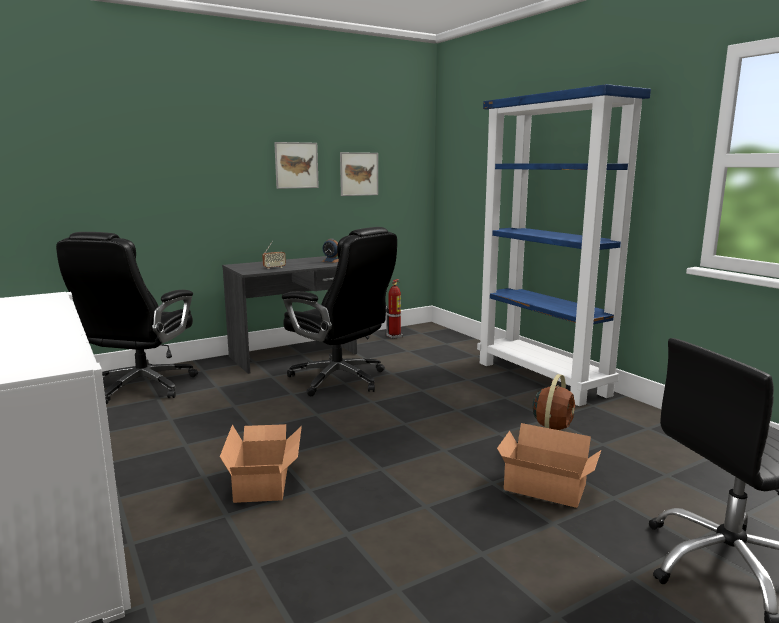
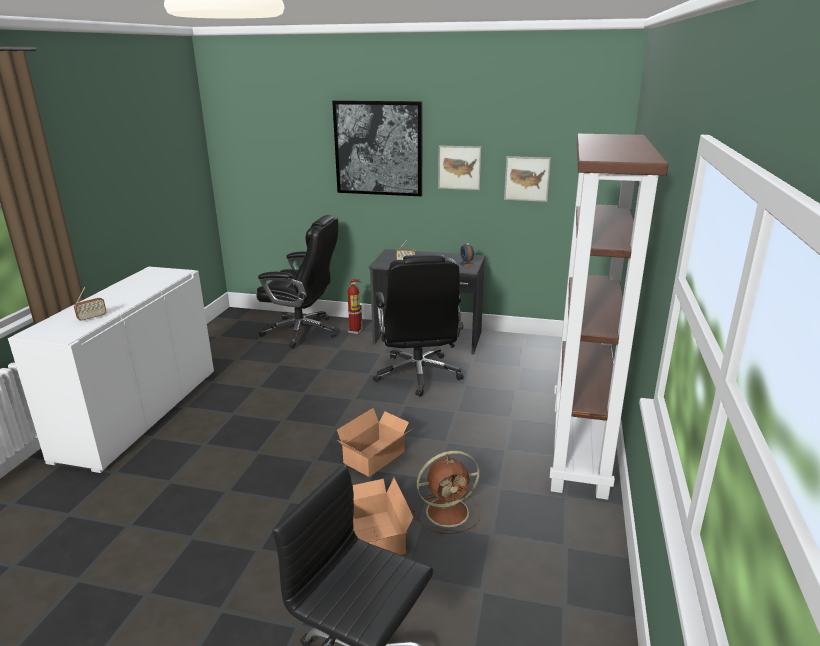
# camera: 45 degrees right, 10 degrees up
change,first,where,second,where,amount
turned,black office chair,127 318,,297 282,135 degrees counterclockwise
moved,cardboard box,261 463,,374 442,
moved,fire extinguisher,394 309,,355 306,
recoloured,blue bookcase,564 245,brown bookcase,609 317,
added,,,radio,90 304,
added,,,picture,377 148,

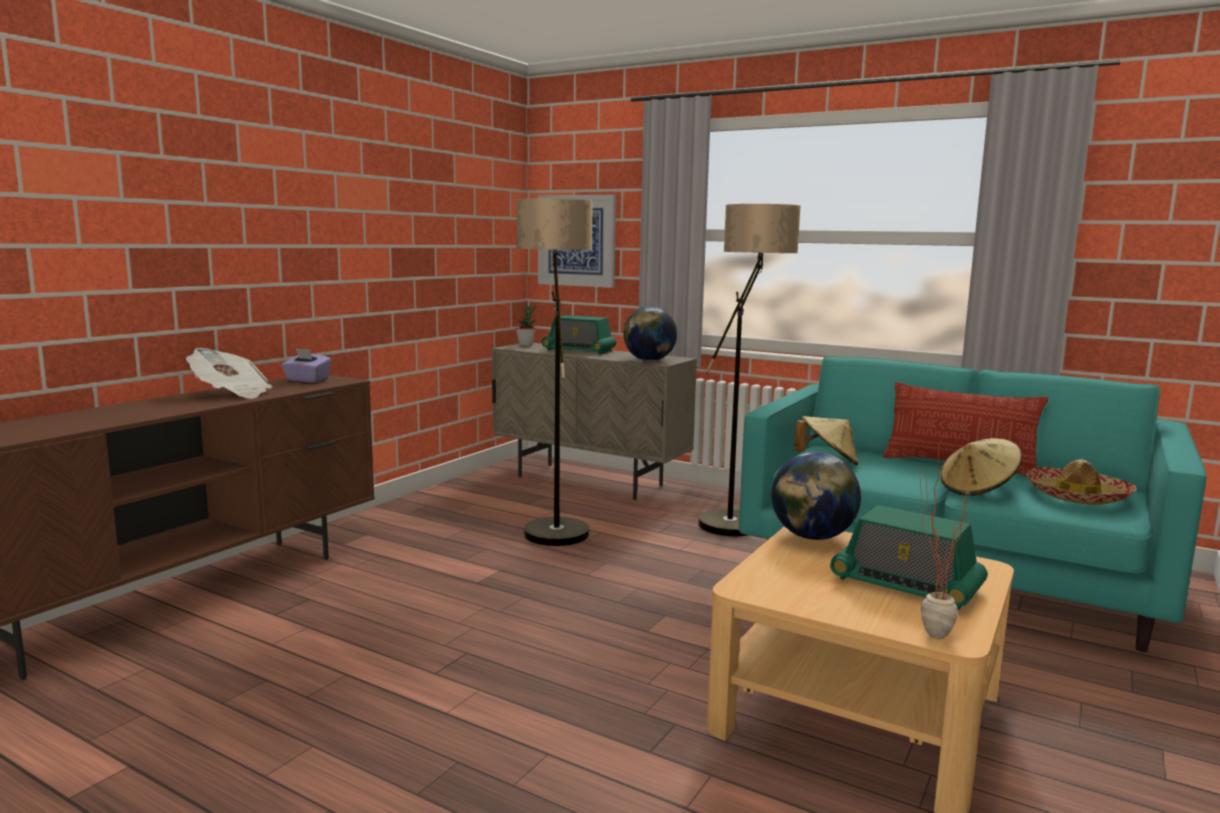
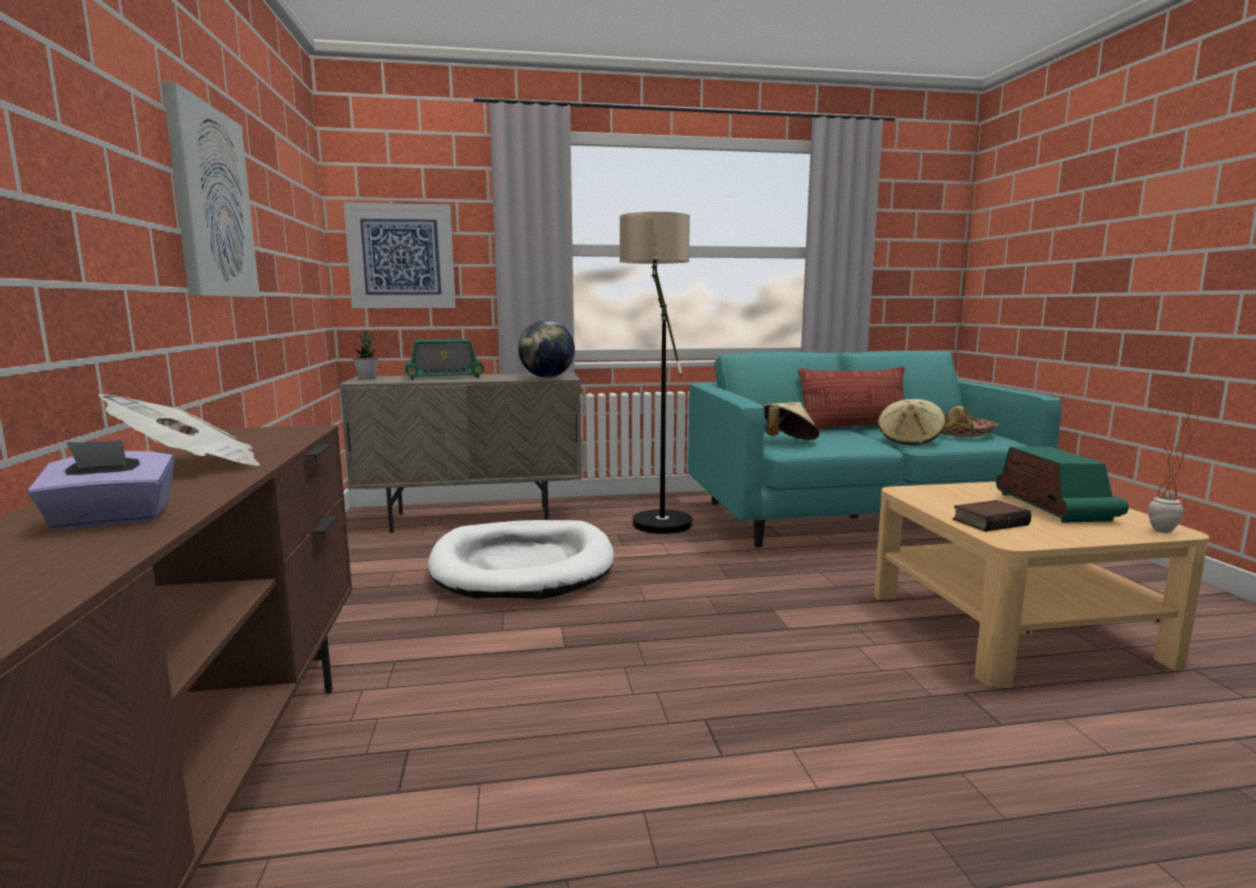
# camera: 40 degrees left, 0 degrees up
change,first,where,second,where,amount
moved,purple tissue box,306 365,,101 485,
replaced,floor lamp,554 372,white dog bed,521 559,
removed,globe,816 496,,,
turned,radio,909 557,,1062 485,90 degrees counterclockwise
added,,,picture,211 189,
added,,,book,992 516,

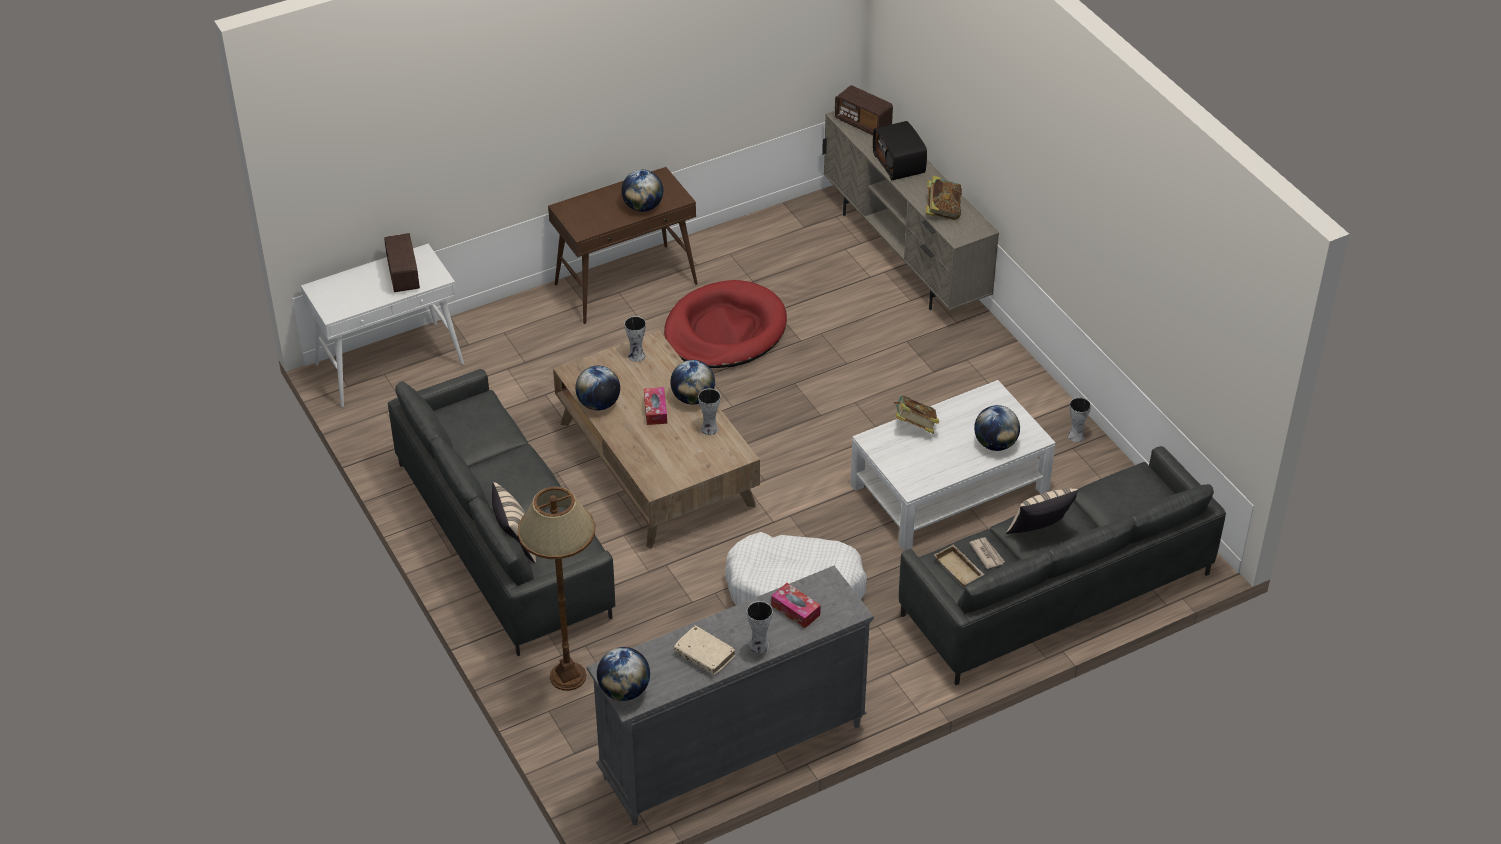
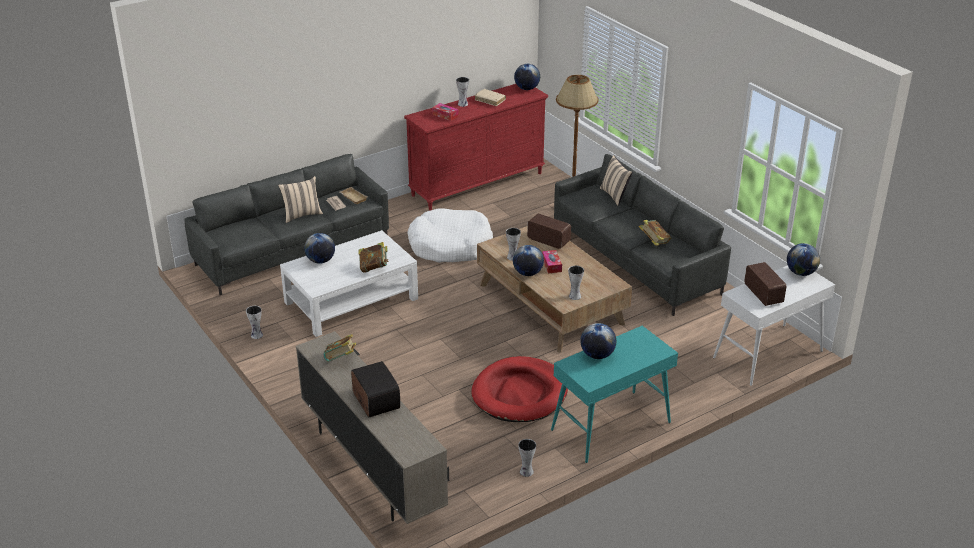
# camera: 175 degrees right, 10 degrees down
change,first,where,second,where,amount
recoloured,brown console table,623 245,turquoise console table,614 394,
moved,globe,597 388,,803 259,
recoloured,grey dresser,730 695,red dresser,476 147,
moved,radio,864 110,,549 231,
added,,,vase,527 458,
added,,,book,655 233,

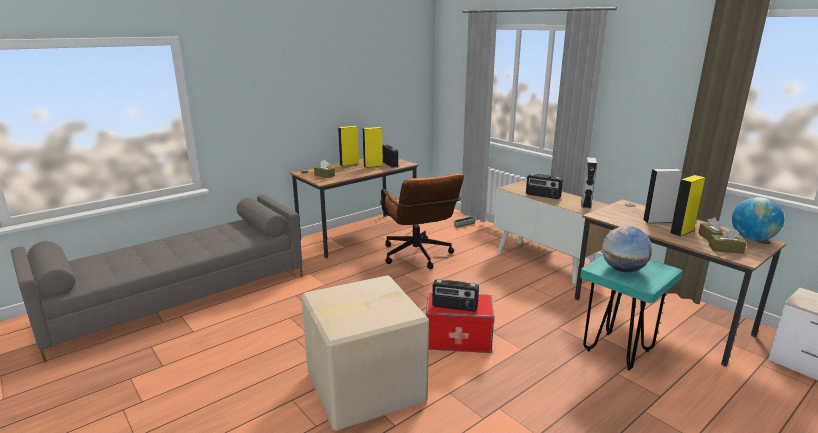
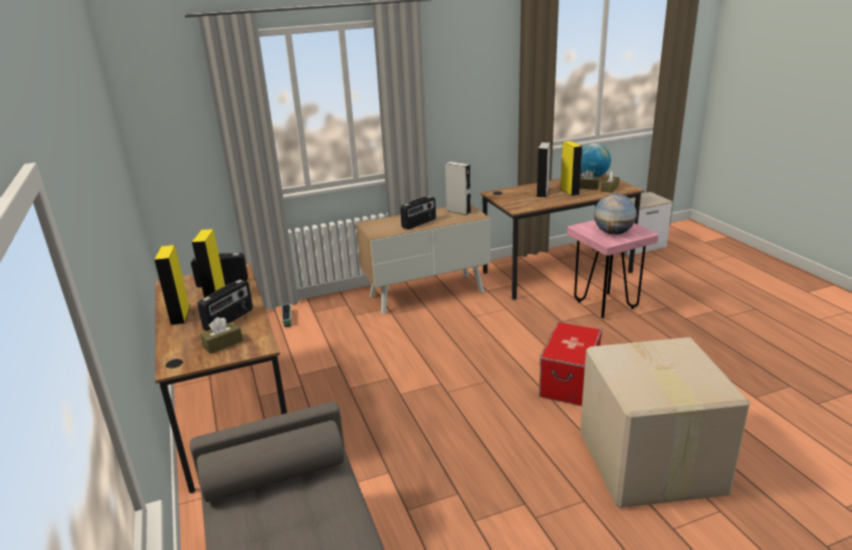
# camera: 70 degrees left, 5 degrees up
change,first,where,second,where,amount
removed,brown office chair,422 221,,,
moved,radio,455 296,,225 305,
recoloured,turquoise stool,631 312,pink stool,613 269,

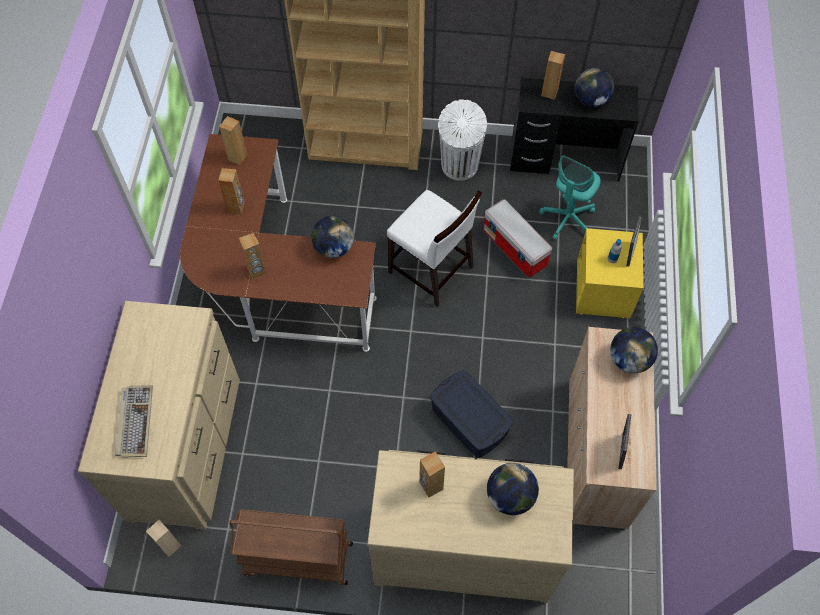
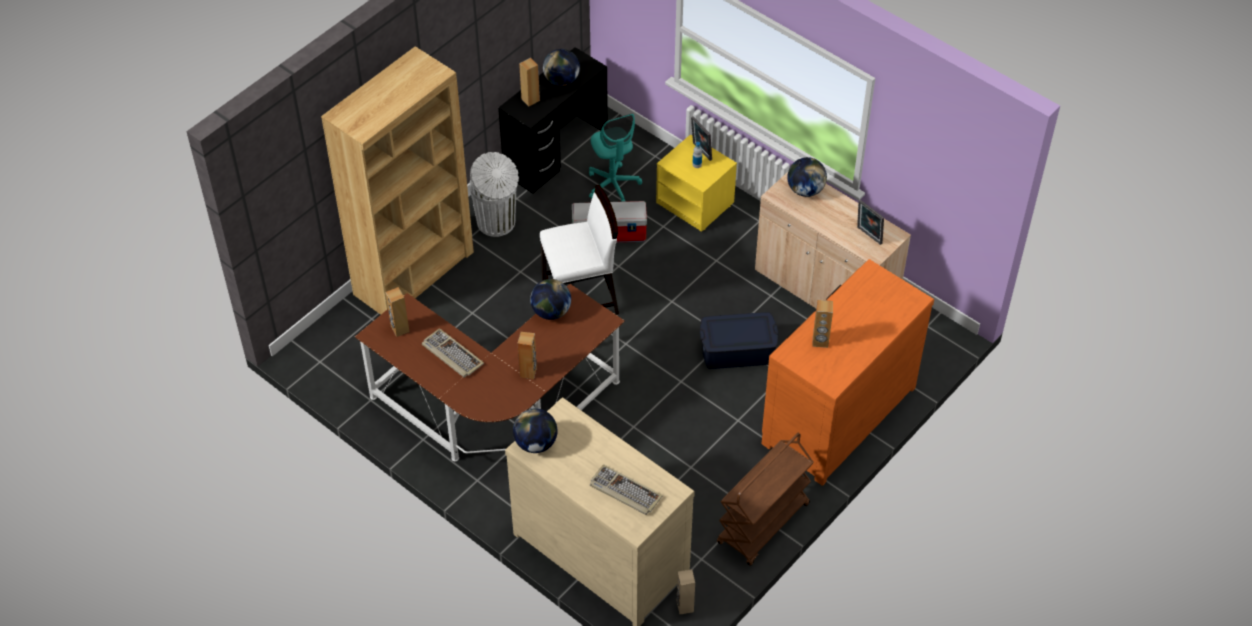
# camera: 55 degrees left, 10 degrees down
change,first,where,second,where,amount
replaced,brown speaker,231 191,keyboard,453 353,
recoloured,beige dresser,470 526,orange dresser,847 372,
moved,globe,513 489,,535 431,

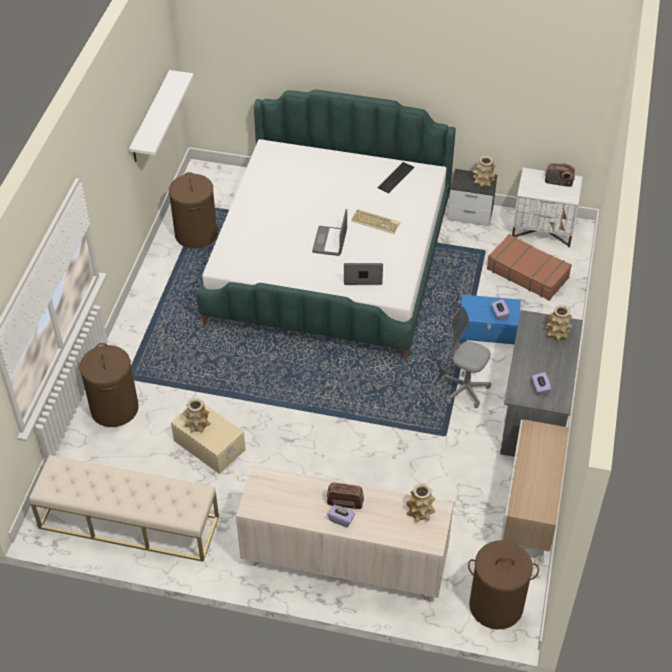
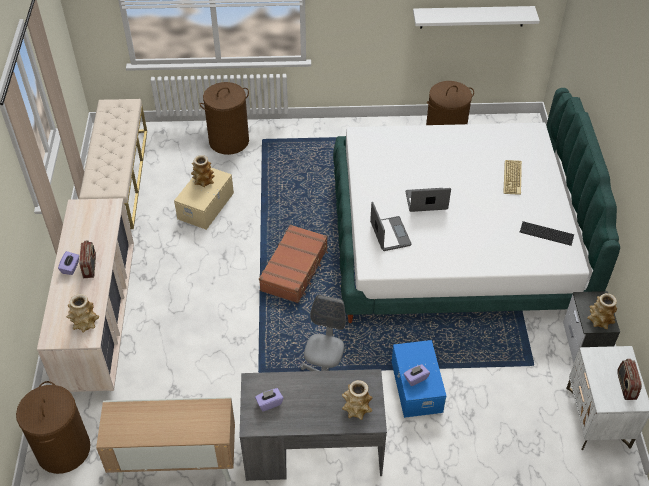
# camera: 75 degrees right, 0 degrees up
change,first,where,second,where,amount
moved,keyboard,375 221,,512 177,
moved,brown suitcase,529 267,,293 263,

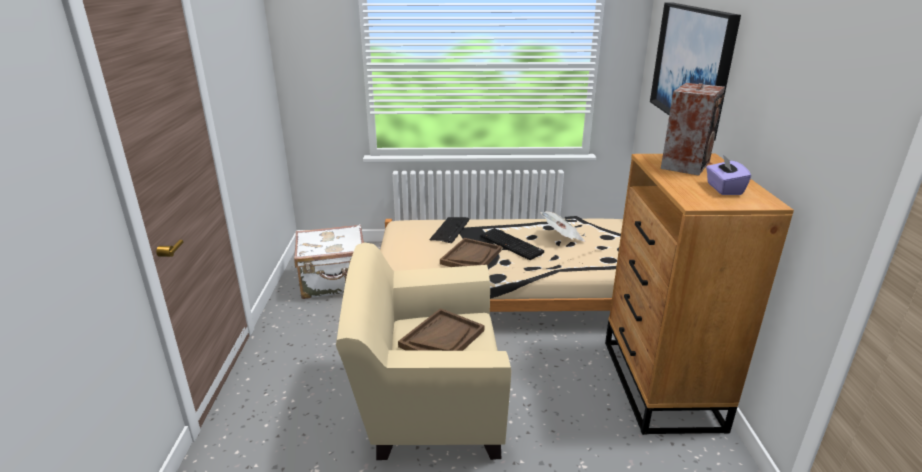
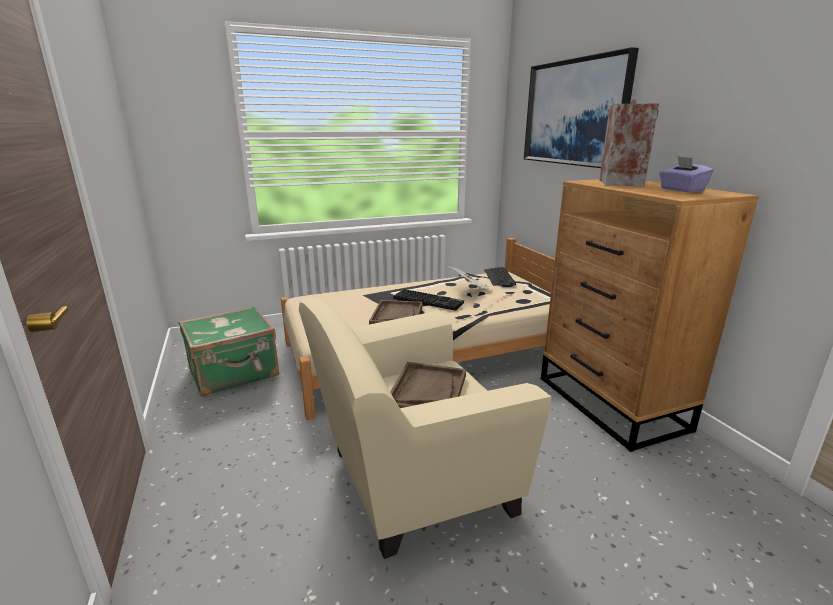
# camera: 20 degrees left, 5 degrees down
change,first,where,second,where,amount
recoloured,white suitcase,329 261,green suitcase,229 351,
moved,keyboard,449 230,,500 276,

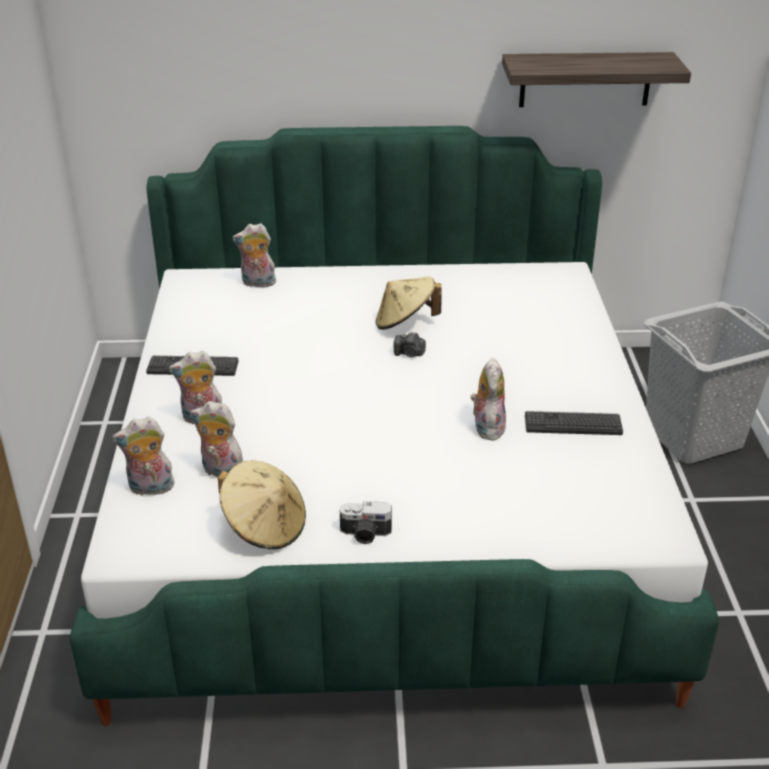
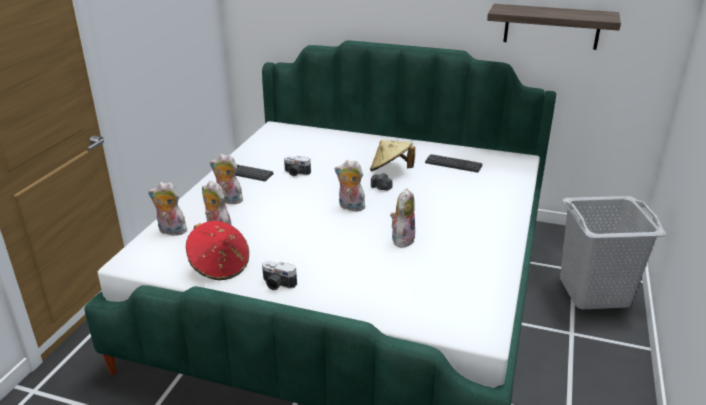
# camera: 20 degrees right, 5 degrees down
change,first,where,second,where,amount
recoloured,beige hat,262 504,red hat,217 250,
moved,plush toy,256 255,,350 186,
moved,keyboard,574 423,,453 163,
added,,,photo camera,297 166,

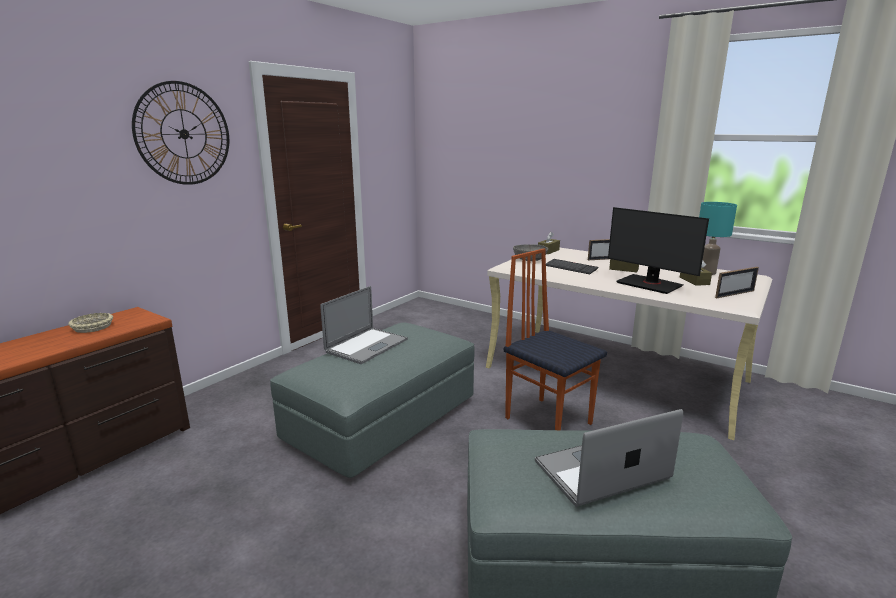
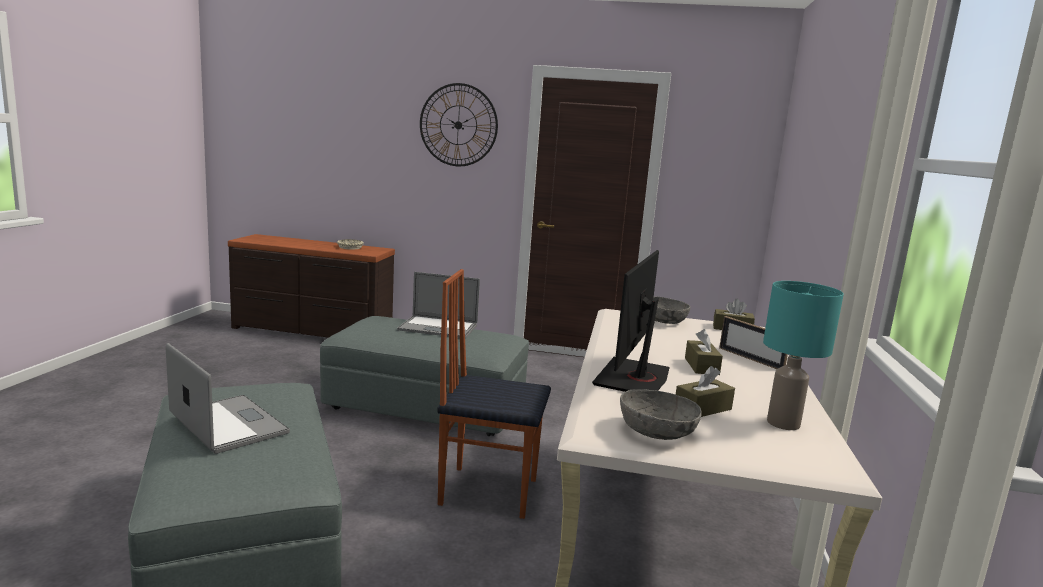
# camera: 65 degrees right, 5 degrees down
change,first,where,second,where,amount
turned,chair,555 339,,494 394,105 degrees counterclockwise
removed,keyboard,572 266,,,
replaced,picture frame,737 282,grey bowl,660 414,

